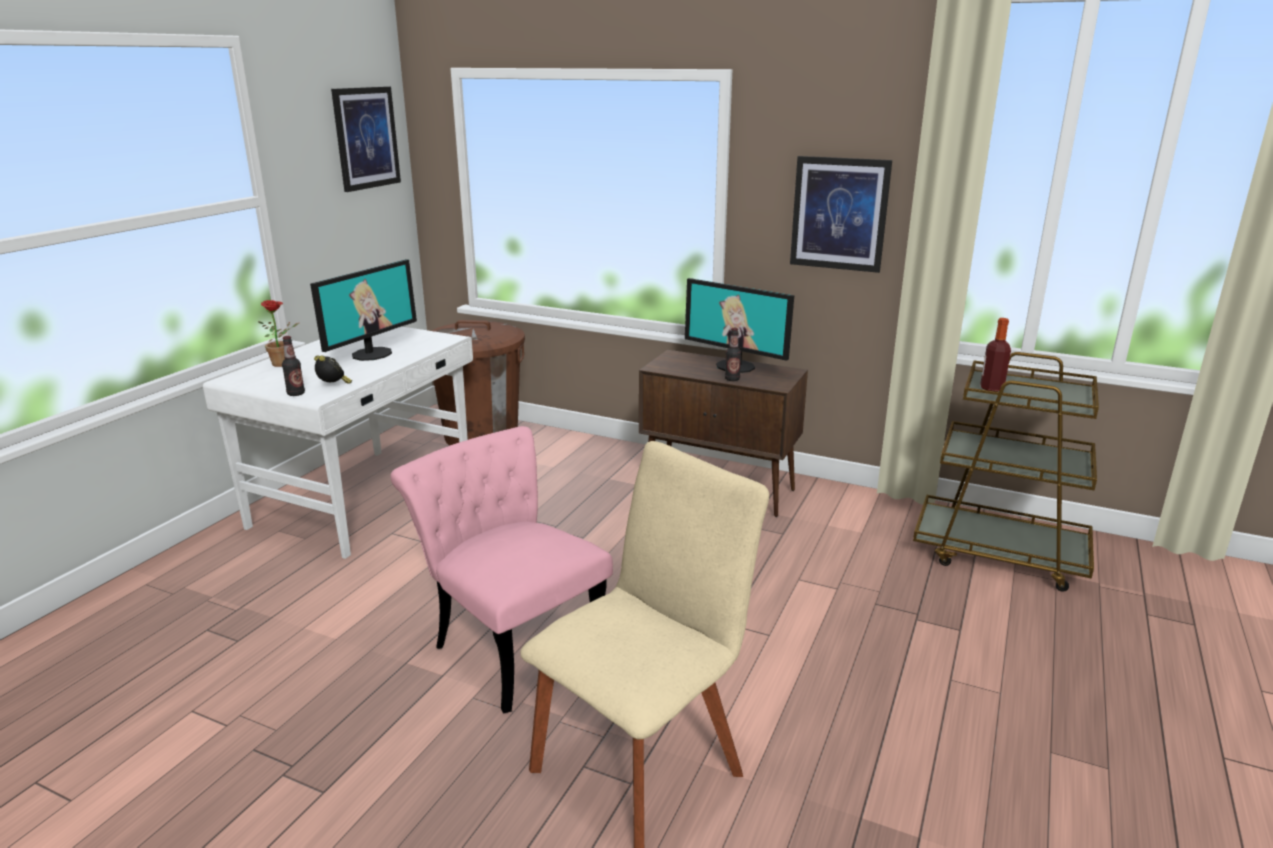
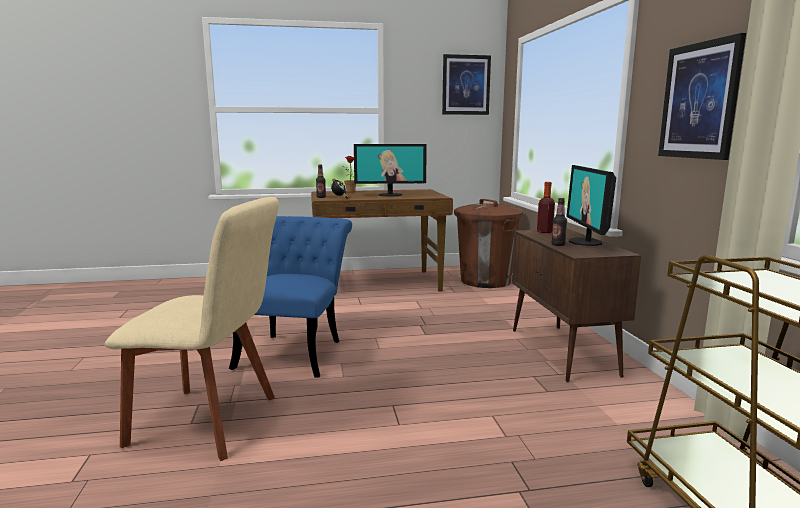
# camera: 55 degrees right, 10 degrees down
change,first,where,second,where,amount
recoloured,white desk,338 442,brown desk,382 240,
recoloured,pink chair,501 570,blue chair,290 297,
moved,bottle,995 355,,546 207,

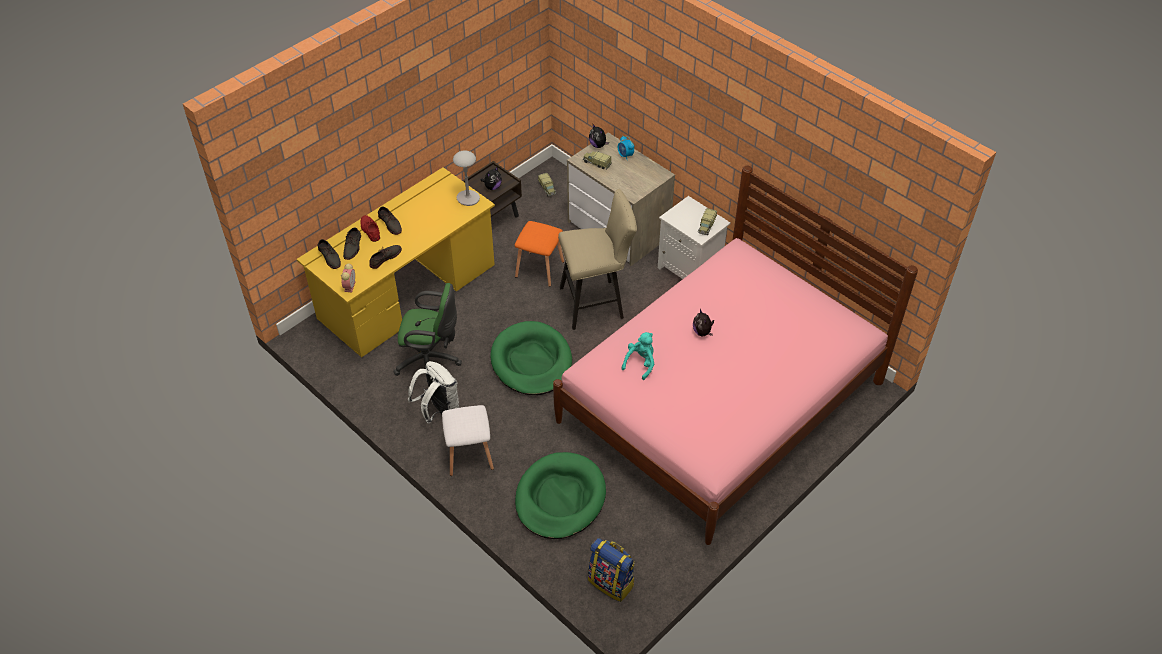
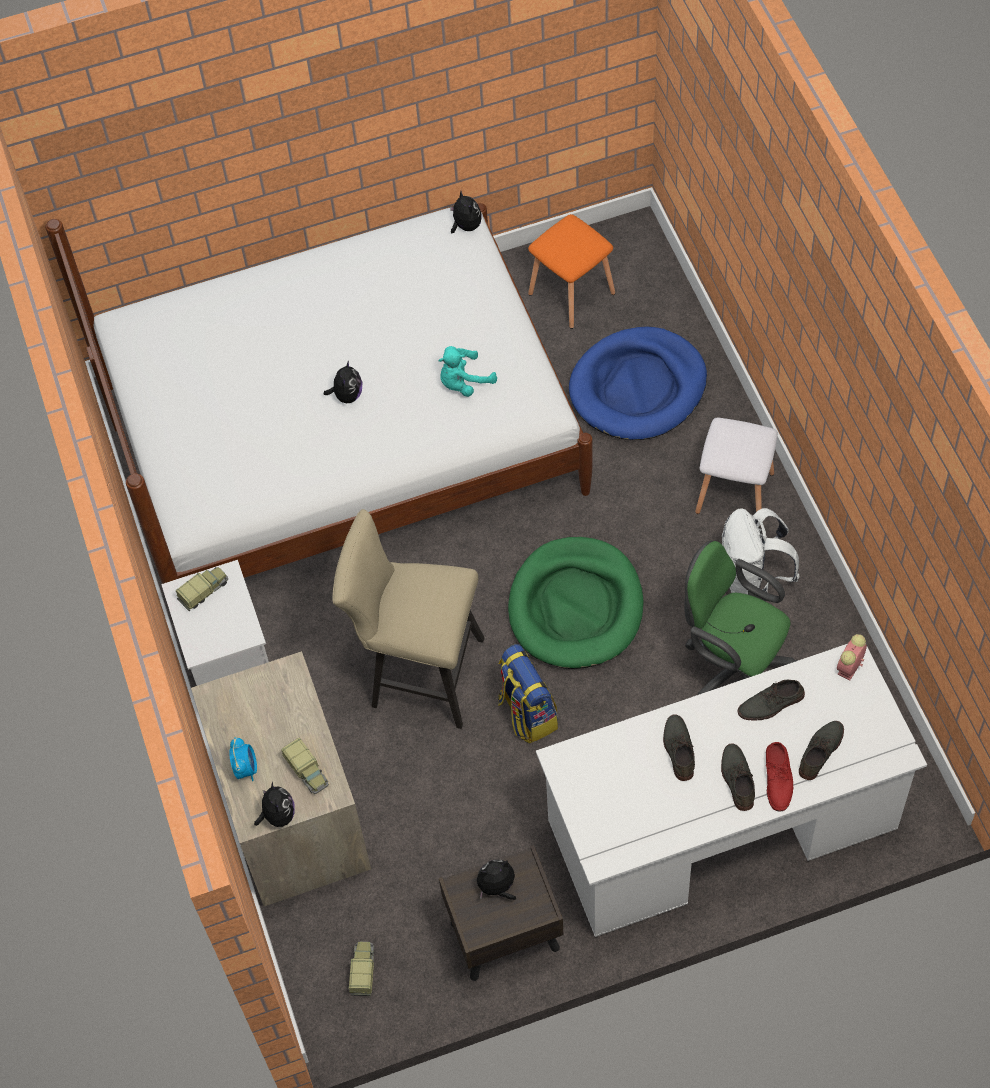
# camera: 150 degrees left, 10 degrees up
change,first,where,second,where,amount
recoloured,yellow desk,396 262,white desk,731 790,
moved,grey shoe,329 254,,679 747,
removed,grey table lamp,466 178,,,
moved,orange stool,539 254,,571 271,
recoloured,green dog bed,560 495,blue dog bed,638 383,
recoloured,pink bed,735 355,white bed,319 393,
moved,backpack,611 570,,528 693,
added,,,plush toy,466 212,

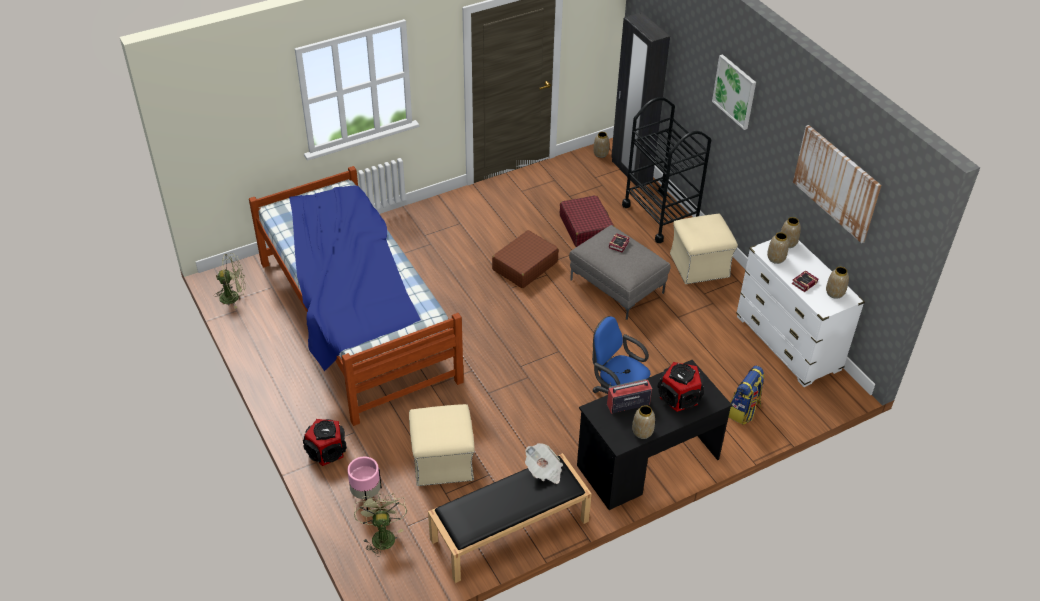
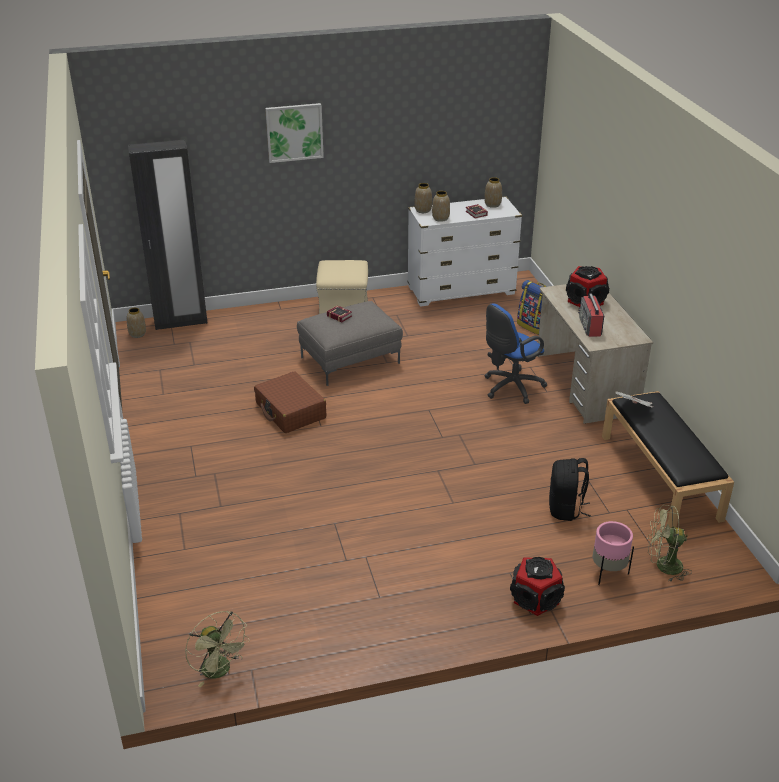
# camera: 75 degrees left, 10 degrees down
change,first,where,second,where,amount
turned,green fan,230 281,,217 649,135 degrees clockwise
removed,bed,356 296,,,
replaced,beige ottoman,442 445,black backpack,570 489,
removed,red suitcase,587 221,,,
recoloured,black desk,654 435,beige desk,595 354,
removed,black cart,666 170,,,
removed,vase,643 422,,,
removed,picture,837 184,,,

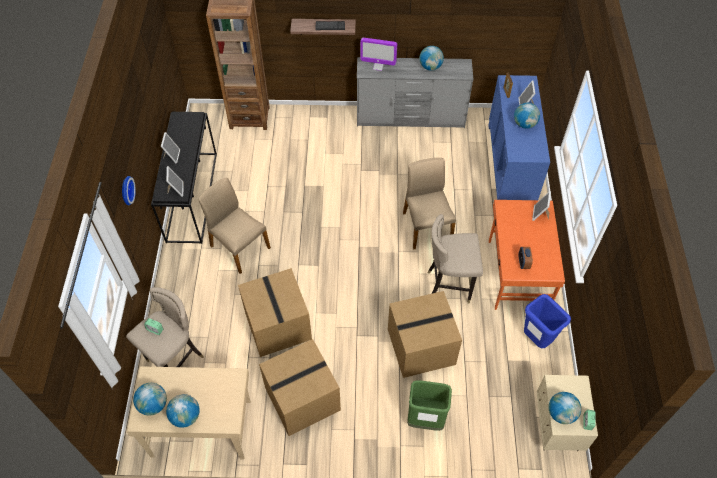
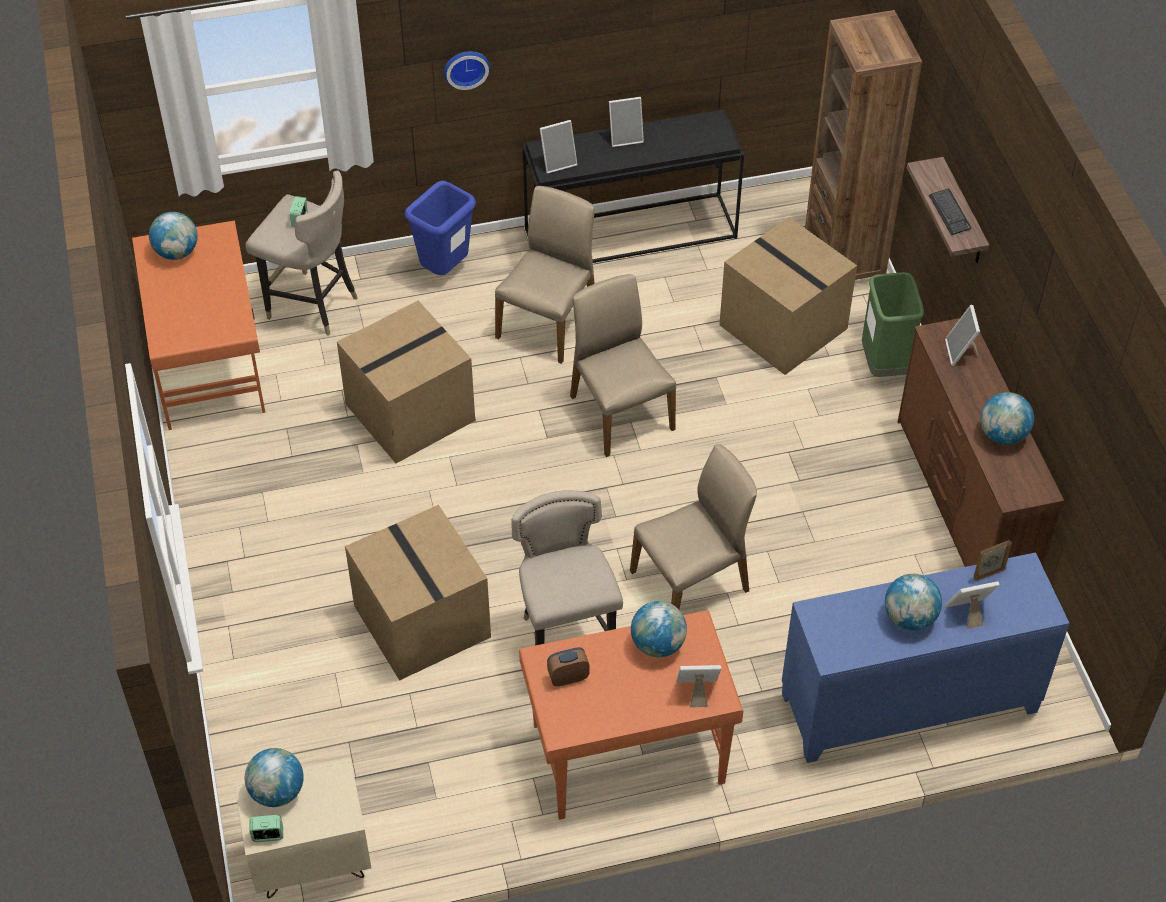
# camera: 75 degrees right, 5 degrees down
change,first,where,second,where,amount
recoloured,beige desk,188 412,orange desk,199 325,
moved,globe,183 411,,659 629,
moved,cardboard box,300 387,,788 296,
recoloured,grey dresser,415 92,brown dresser,981 442,
replaced,monitor,378 54,picture frame,962 335,
moved,green trash can,429 405,,893 324,
moved,blue trash can,547 321,,440 228,
added,,,beige chair,623 365,

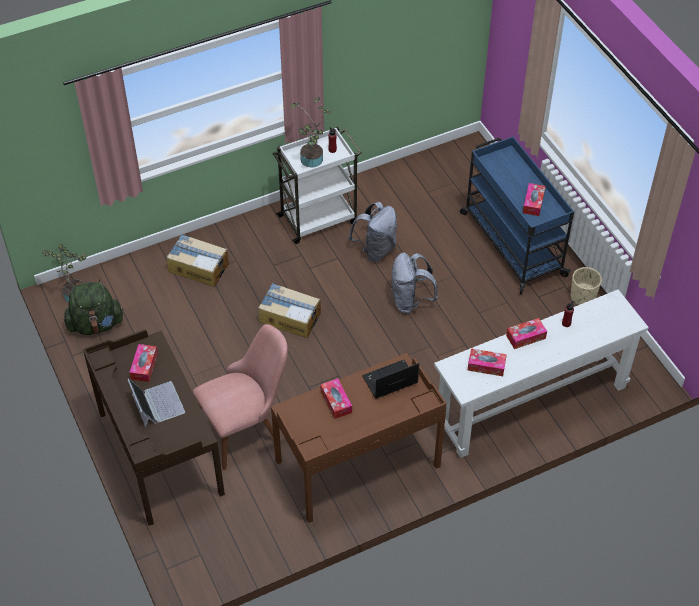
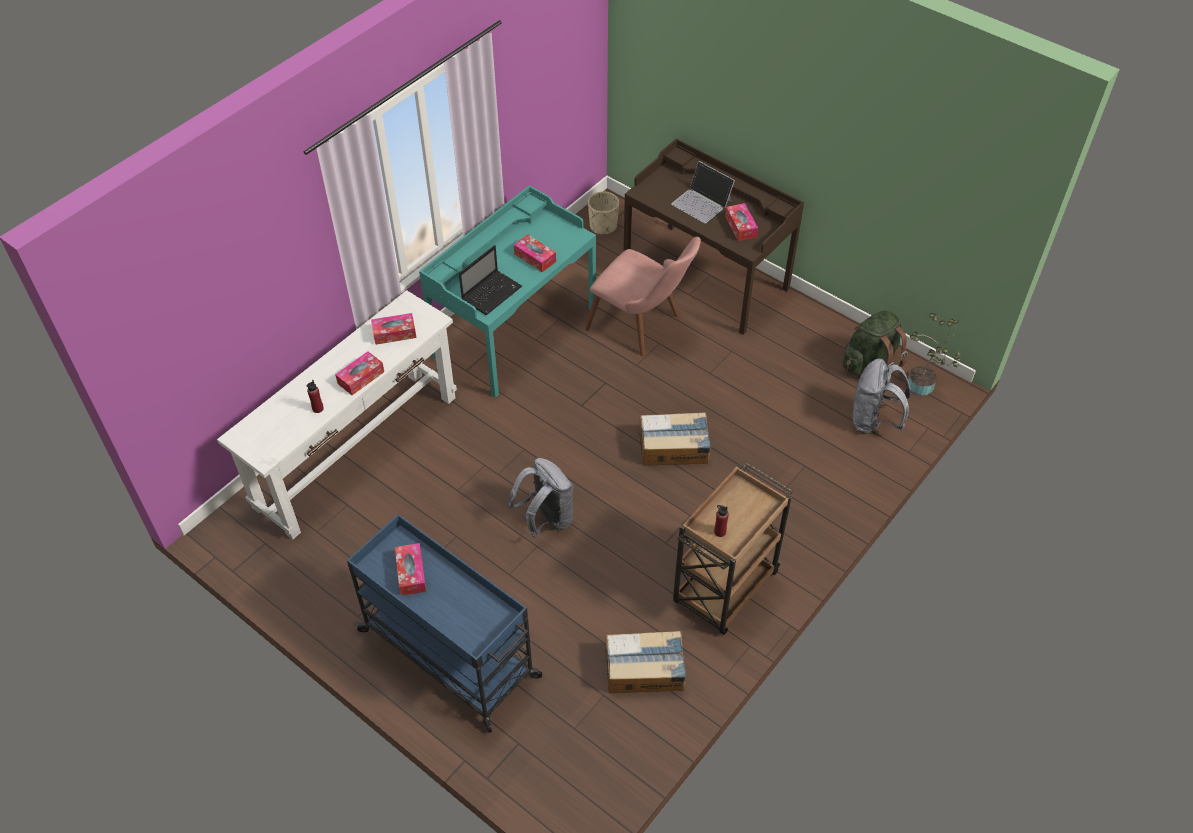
# camera: 155 degrees right, 0 degrees up
change,first,where,second,where,amount
moved,cardboard box,198 260,,645 662,
turned,pink chair,240 397,,643 296,90 degrees counterclockwise
recoloured,brown desk,359 438,turquoise desk,507 291,
recoloured,white cart,317 185,brown cart,733 549,
removed,potted plant,311 132,,,
moved,grey backpack,373 232,,882 396,
moved,beige planter,586 286,,603 213,

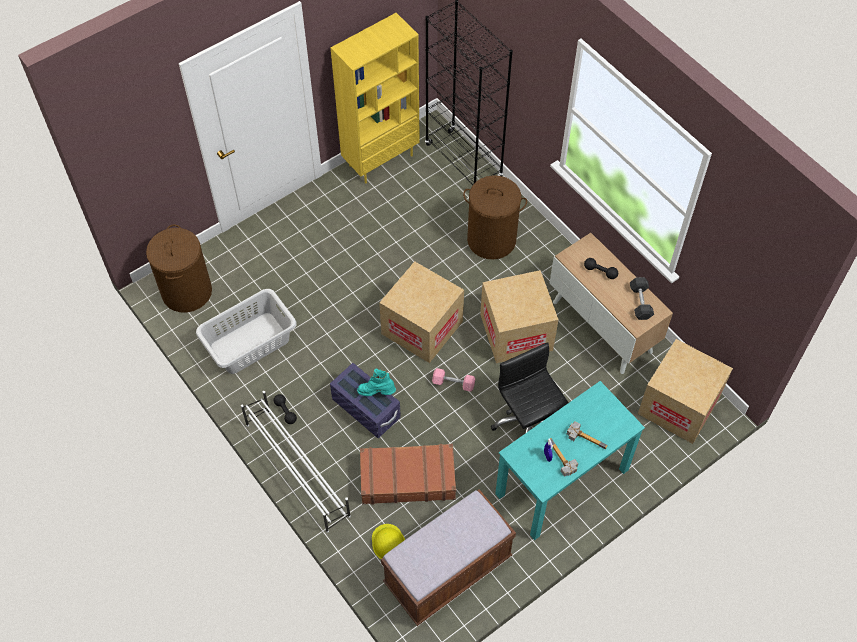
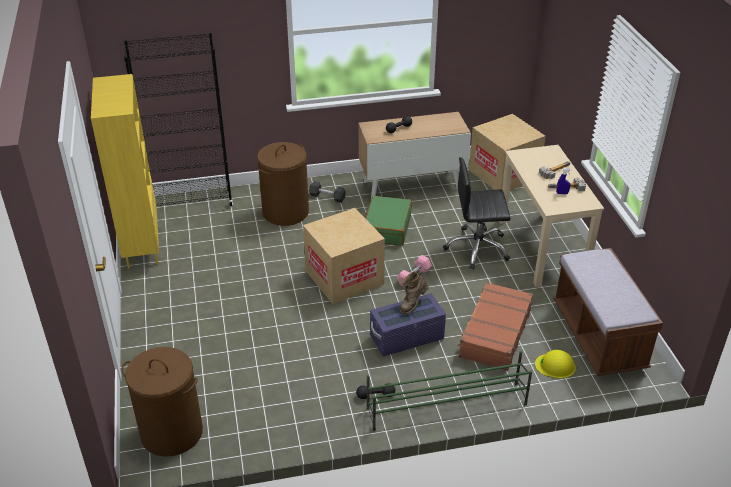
# camera: 65 degrees left, 20 degrees down
change,first,where,second,where,amount
removed,grey laundry basket,246 331,,,
recoloured,white shoe rack,296 462,green shoe rack,449 391,
recoloured,turquoise boot,376 382,brown boot,414 293,
replaced,cardboard box,519 316,green suitcase,388 221,
recoloured,turquoise desk,570 460,beige desk,551 216,
moved,grey dumbbell,642 298,,327 192,

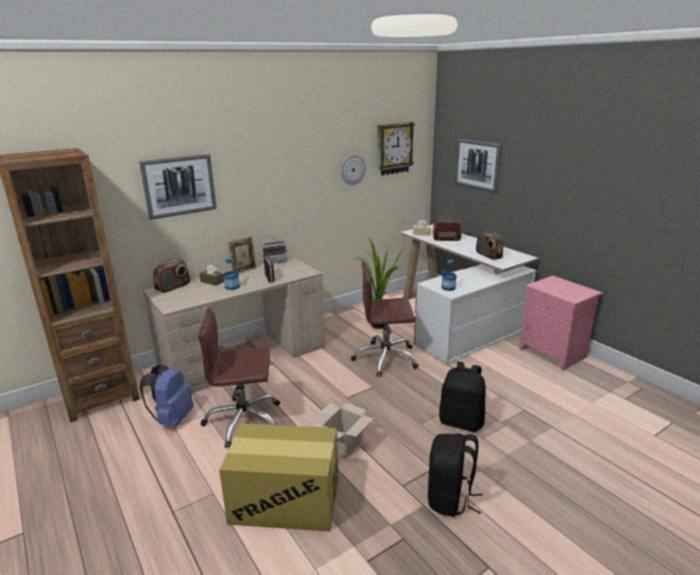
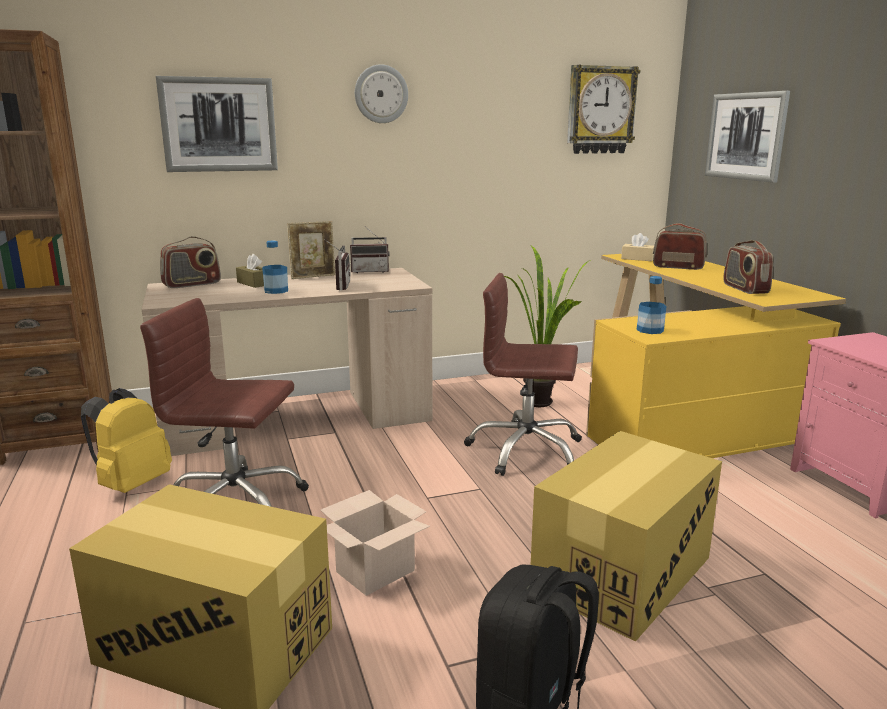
# camera: 15 degrees right, 5 degrees down
change,first,where,second,where,amount
recoloured,blue backpack,167 395,yellow backpack,126 440,
moved,wall clock,353 169,,381 93,
recoloured,white desk,469 294,yellow desk,716 356,
replaced,black backpack,462 397,cardboard box,626 536,

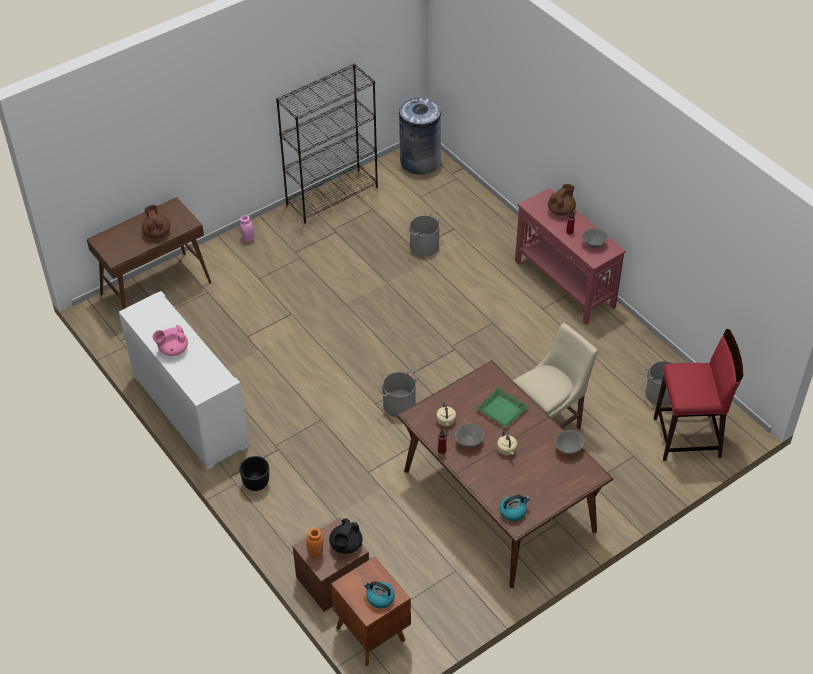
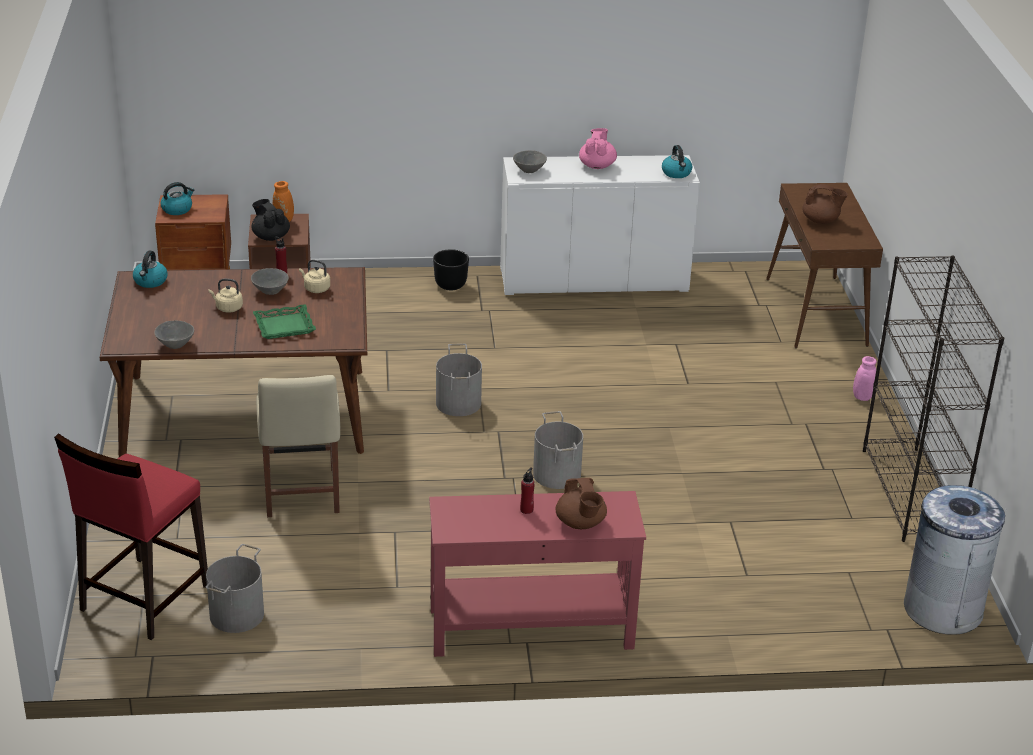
# camera: 120 degrees right, 15 degrees down
change,first,where,second,where,amount
moved,grey bucket,424 233,,558 450,
moved,grey bowl,595 238,,530 161,
added,,,kettle,677 161,

